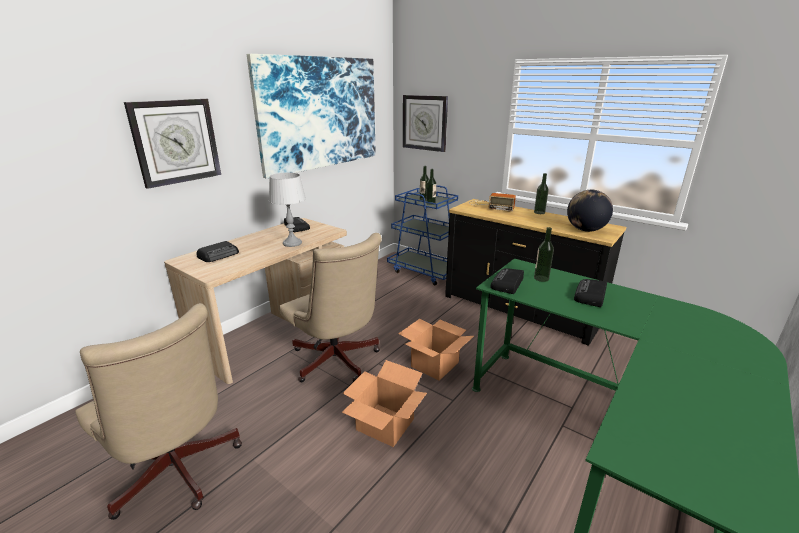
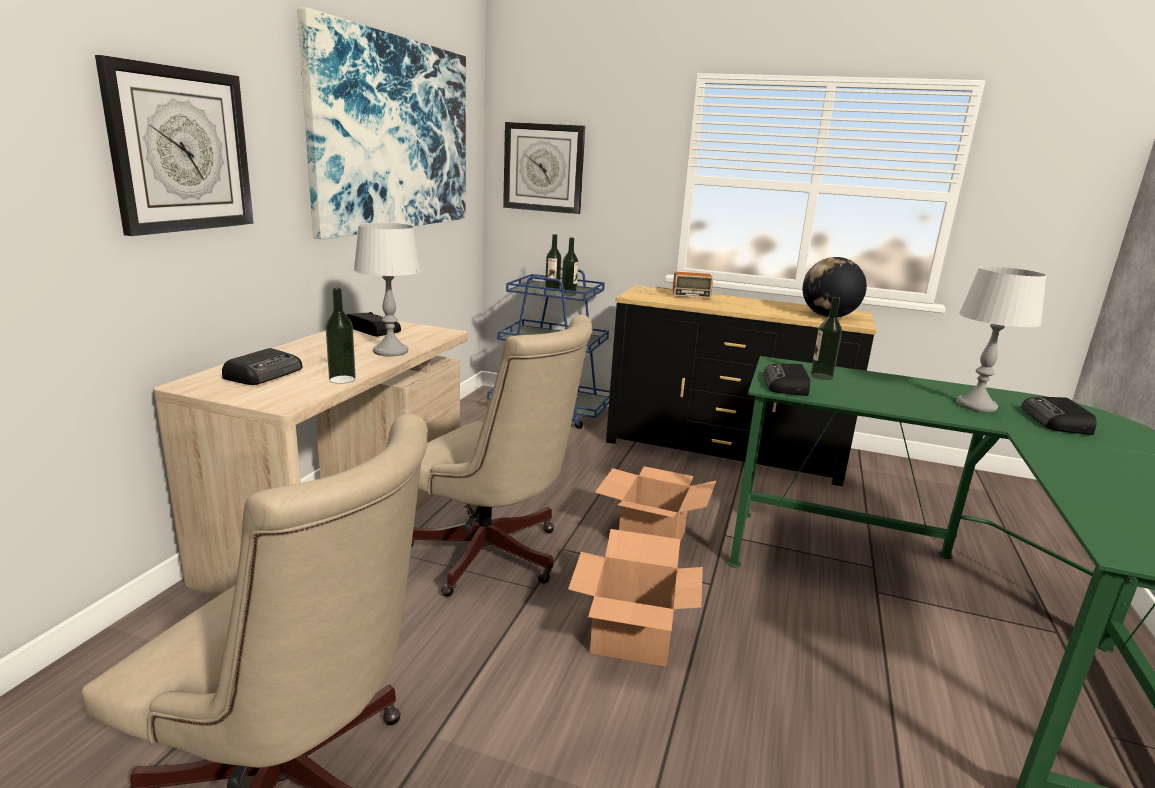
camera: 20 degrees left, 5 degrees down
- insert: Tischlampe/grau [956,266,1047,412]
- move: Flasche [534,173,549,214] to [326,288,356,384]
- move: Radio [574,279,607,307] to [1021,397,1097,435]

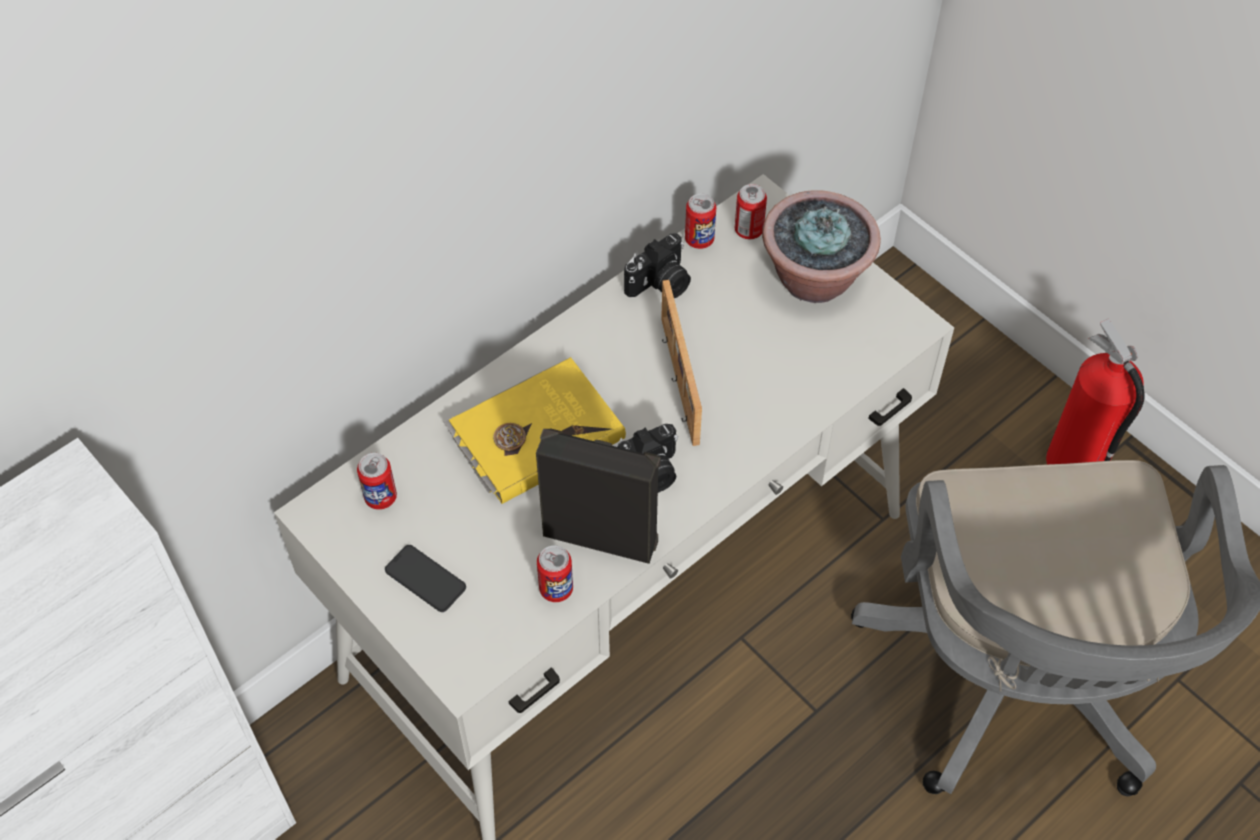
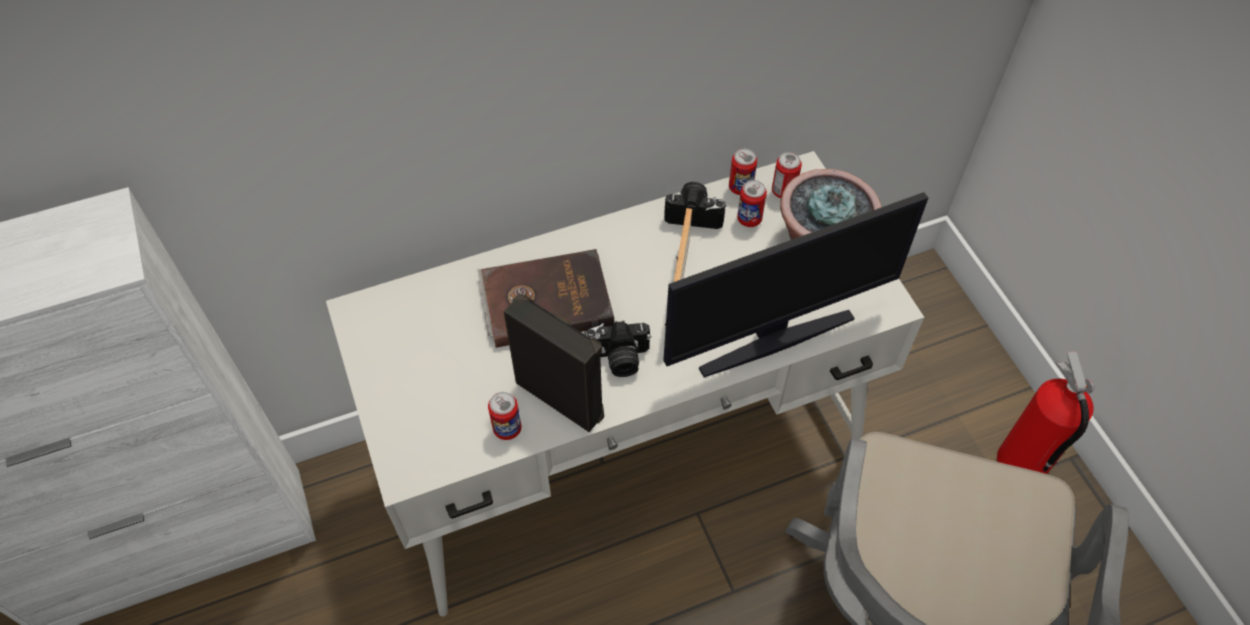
camera: 20 degrees right, 0 degrees up
- delete: Handy [385,545,466,612]
- insert: Monitor [663,192,928,377]
- move: Dose [357,453,397,510] to [737,180,767,227]
- recolor: Buch/gelb [443,357,626,504] to Buch/braun [478,249,614,348]
- rotate: Kamera [624,233,691,298] = [664,182,726,229] 150 degrees counterclockwise

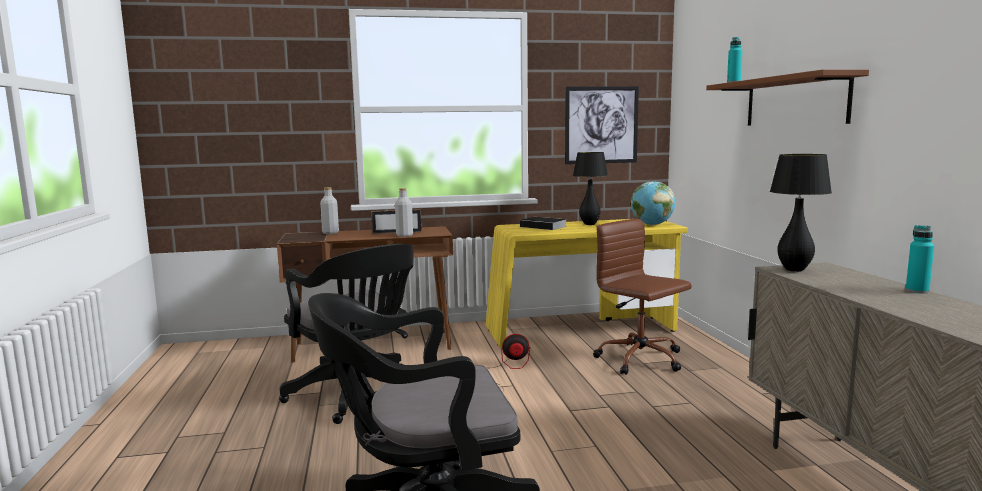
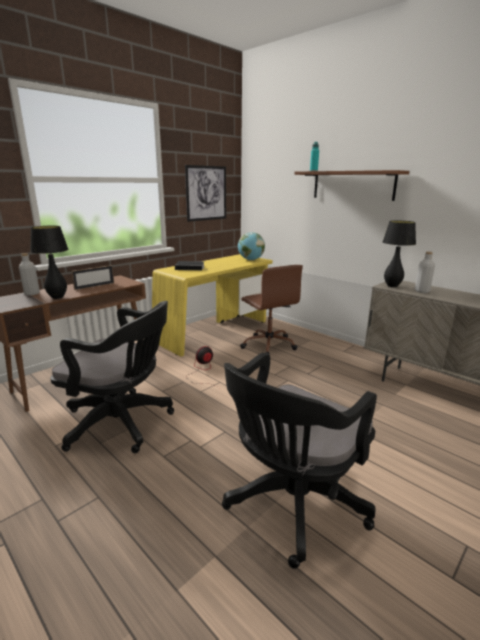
camera: 35 degrees left, 10 degrees up
- delete: Flasche/türkis [906,225,934,294]
- move: Flasche/grau [395,188,413,237] to [415,251,435,293]
- move: Tischlampe/schwarz [573,152,608,225] to [30,226,69,299]
- rotate: Bürostuhl/braun [593,218,692,375] = [240,265,303,355] 135 degrees counterclockwise

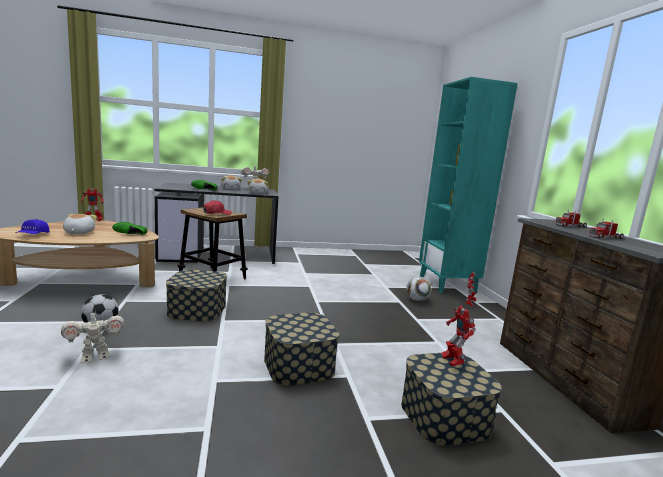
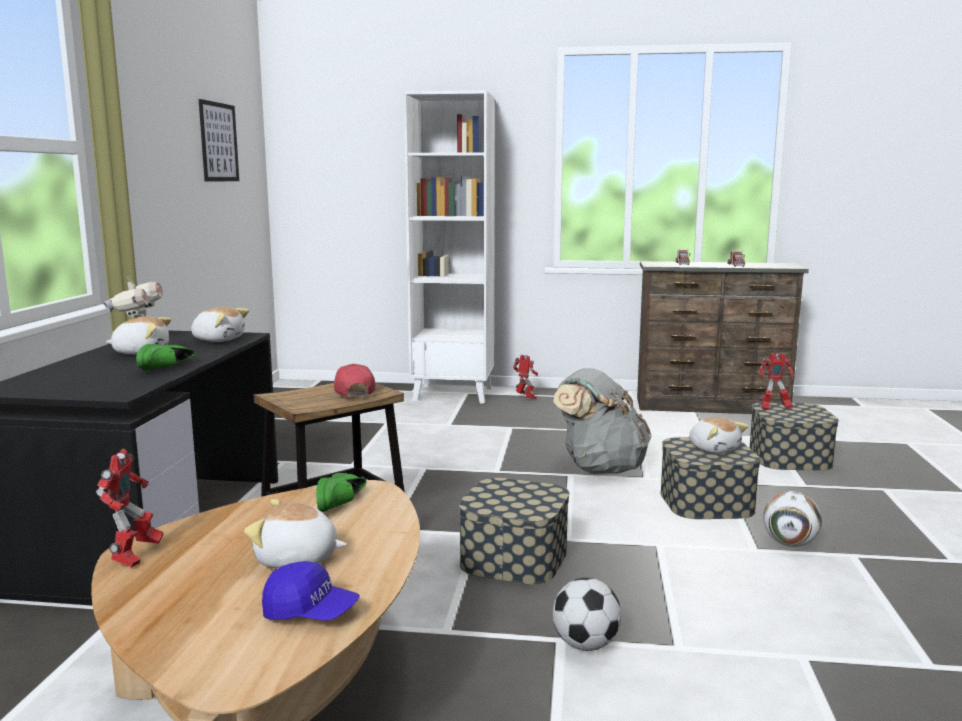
camera: 70 degrees left, 0 degrees up
- delete: Spielzeugroboter [61,308,124,363]
- insert: Bild [199,99,239,182]
- insert: Rucksack/grau [553,368,651,474]
- insert: Plüschtier [689,417,749,453]
- move: Fußball [406,277,431,301] to [763,491,822,547]
- recolor: Bücherregal/türkis [419,77,518,294] to Bücherregal/weiß [404,90,495,404]

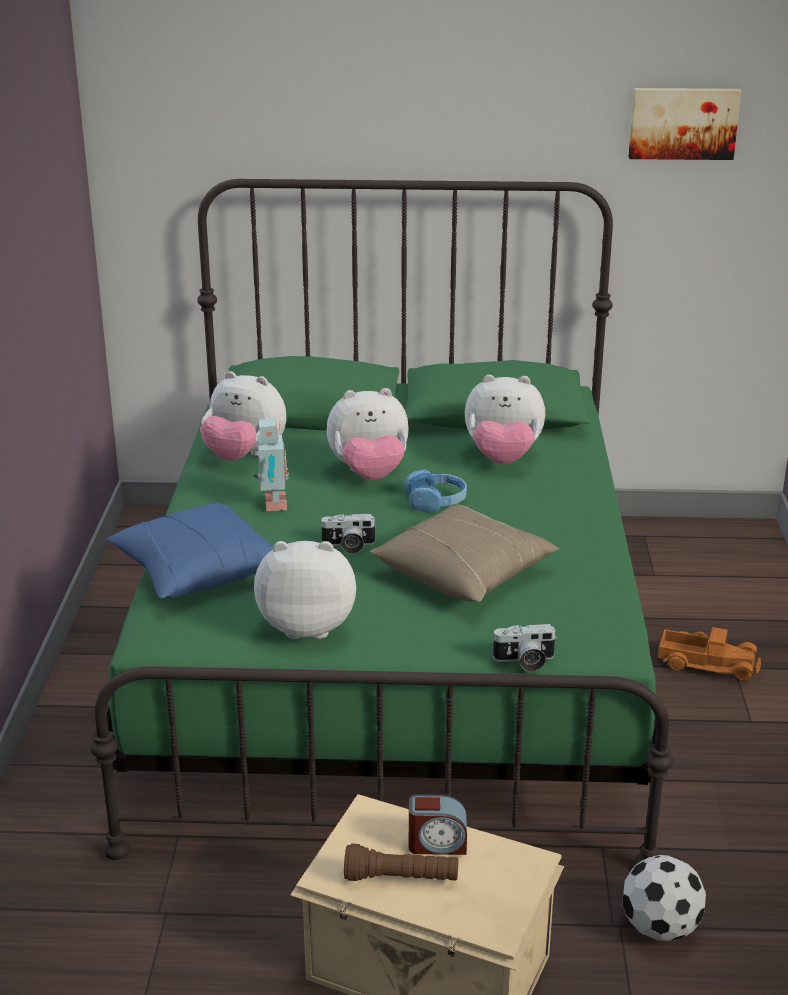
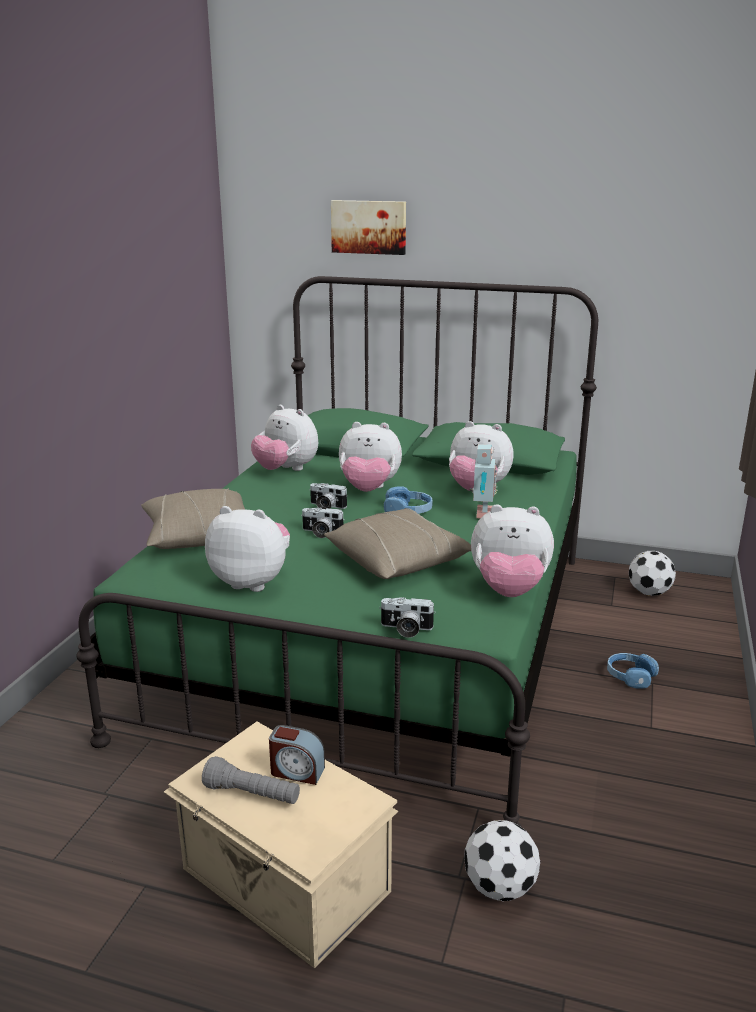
camera: 15 degrees right, 5 degrees down
- insert: Kamera [309,483,348,509]
- insert: Plüschtier [471,504,554,597]
- insert: Fußball [629,551,676,596]
- move: Spielzeugroboter [254,418,289,511] to [470,444,497,518]
- move: Bild [629,88,741,160] to [331,200,406,255]
- replace: Spielzeuglaster [658,627,761,681] to Kopfhörer/blau [607,653,659,689]
- recolor: Kissen/blau [107,502,273,598] to Kissen/beige [141,488,245,549]
- recolor: Taschenlampe/braun [344,844,458,881] to Taschenlampe/grau [202,756,300,804]

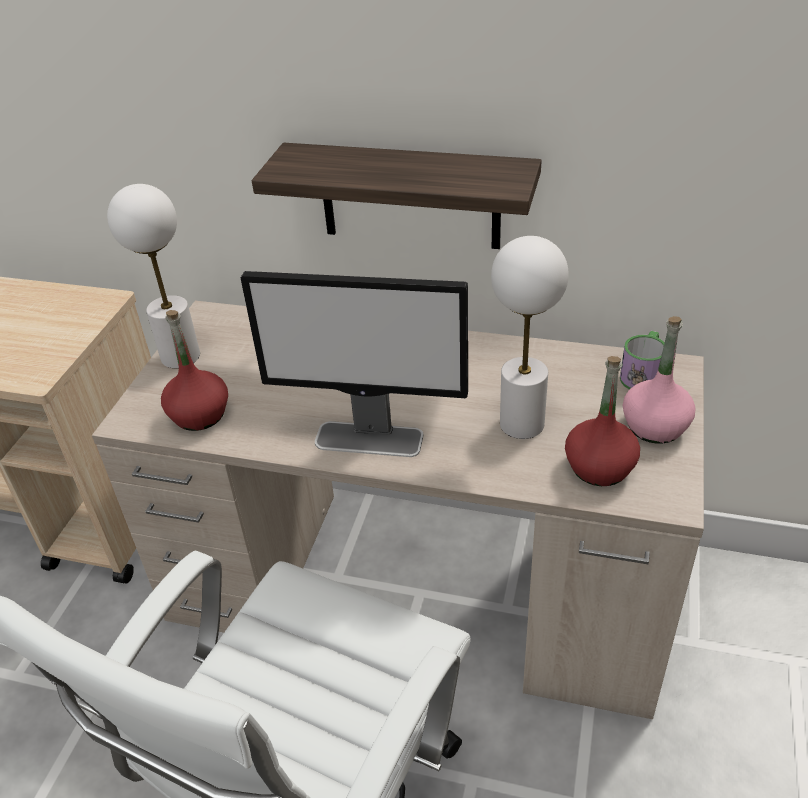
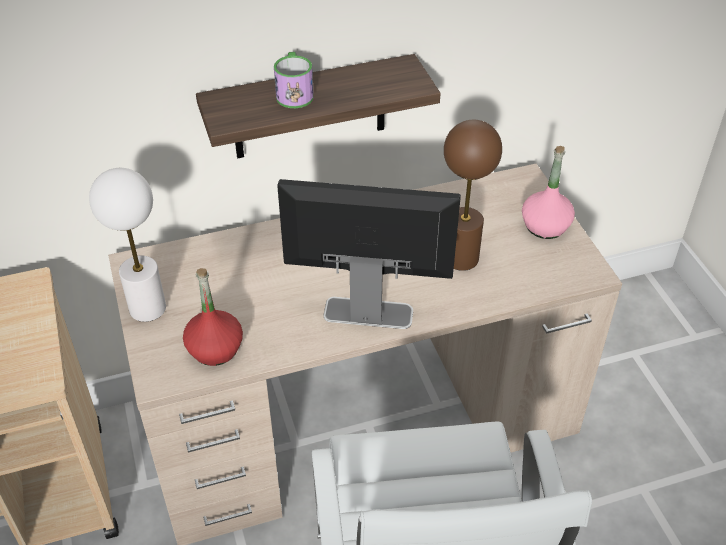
camera: 35 degrees left, 5 degrees up
- delete: Flasche/rot [565,356,640,486]
- move: Henkelbecher [620,331,665,389] to [274,52,314,108]
- recolor: Tischlampe/weiß [491,236,569,439] to Tischlampe/braun [444,120,502,271]
- rotate: Monitor [241,271,468,457] = [277,179,461,329] 150 degrees counterclockwise

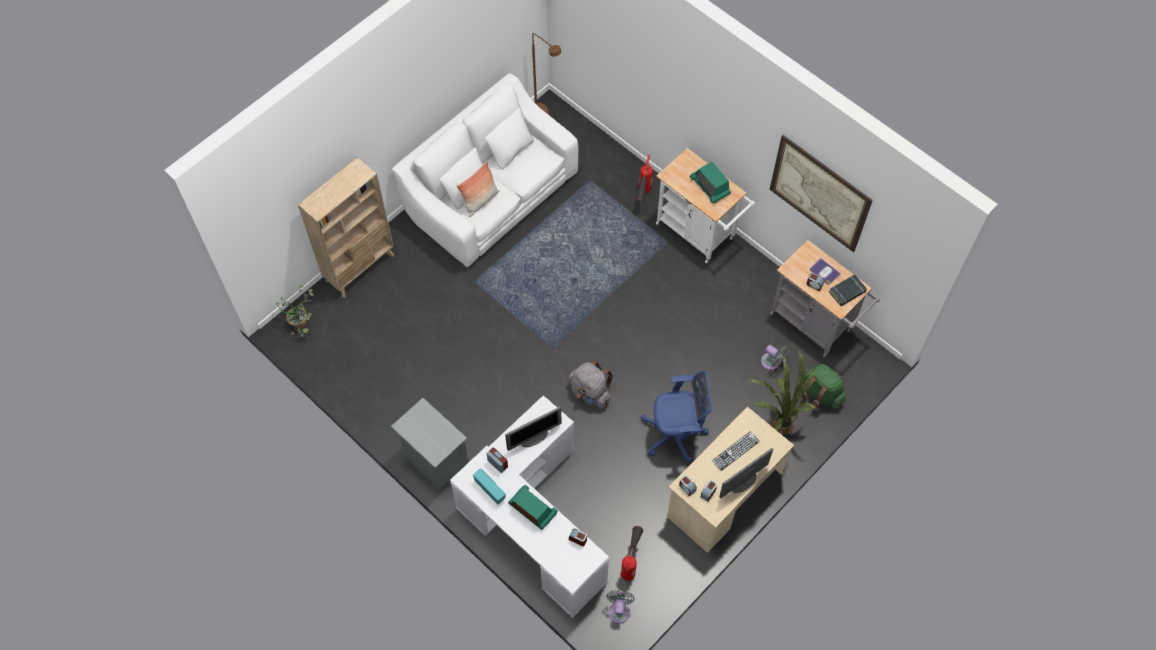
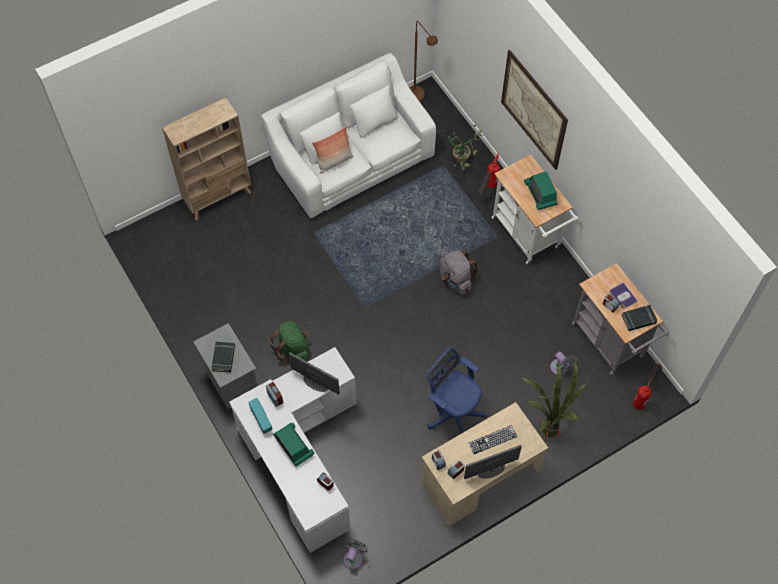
camera: 15 degrees right, 0 degrees up
- insert: Buch/schwarz [211,342,235,372]
- move: Topfpflanze [276,285,314,337] to [448,125,482,170]
- move: Rucksack/grau [569,360,613,408] to [439,250,479,295]
- move: Feuerlöscher [621,526,643,581] to [633,363,662,410]
- move: Bild [769,135,873,252] to [501,50,568,170]
- move: Rucksack/grün [801,364,845,410] to [269,321,309,362]
- rotate: Monitor [505,407,562,451] = [289,353,340,395] 135 degrees counterclockwise
- rotate: Bürostuhl/blau [641,370,712,463] = [426,346,487,434] 150 degrees counterclockwise

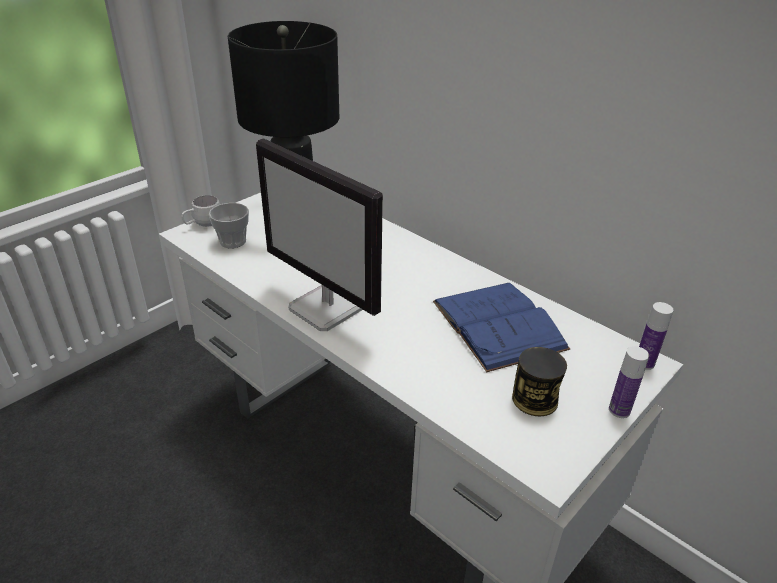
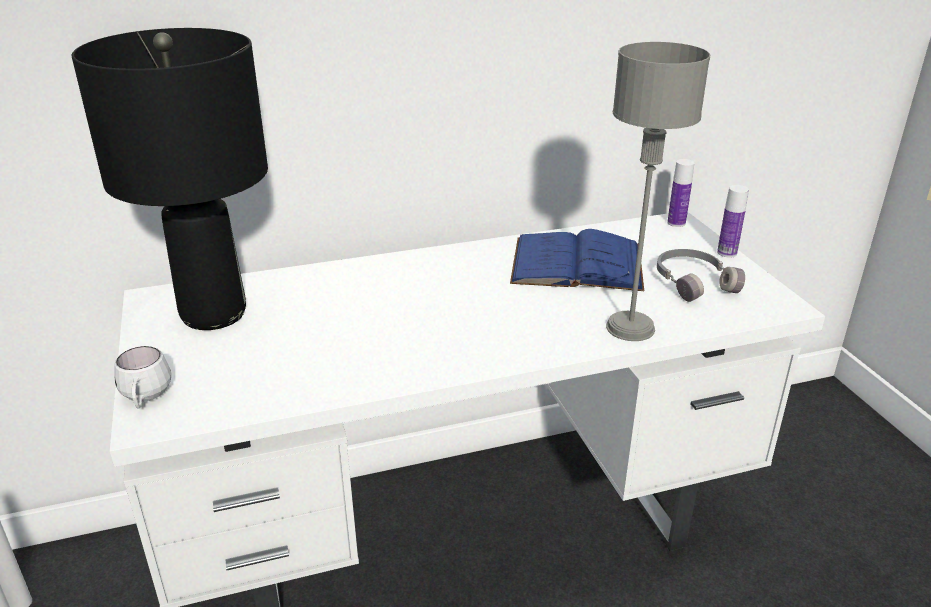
camera: 60 degrees left, 5 degrees down
- delete: Tasse [209,203,249,248]
- delete: Monitor [256,138,383,331]
- insert: Tischlampe/grau [606,42,710,341]
- replace: Dose [512,347,567,416] to Kopfhörer/grau [657,249,745,302]

